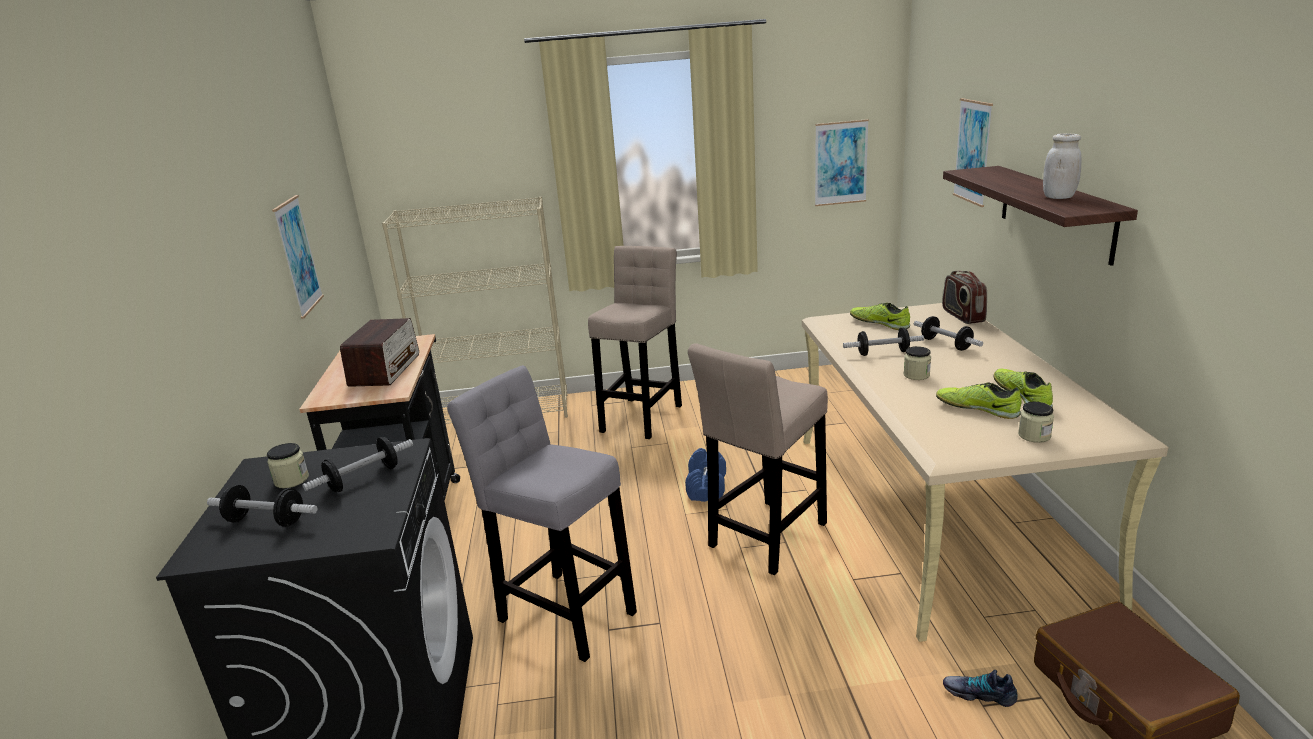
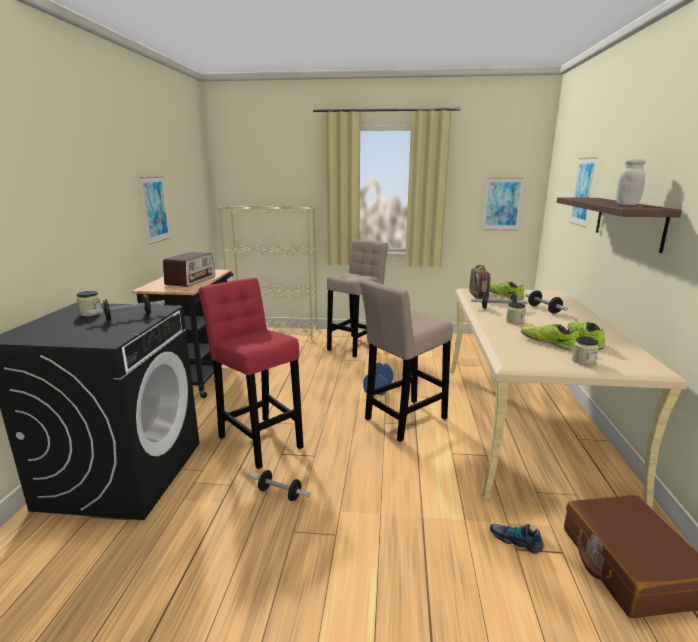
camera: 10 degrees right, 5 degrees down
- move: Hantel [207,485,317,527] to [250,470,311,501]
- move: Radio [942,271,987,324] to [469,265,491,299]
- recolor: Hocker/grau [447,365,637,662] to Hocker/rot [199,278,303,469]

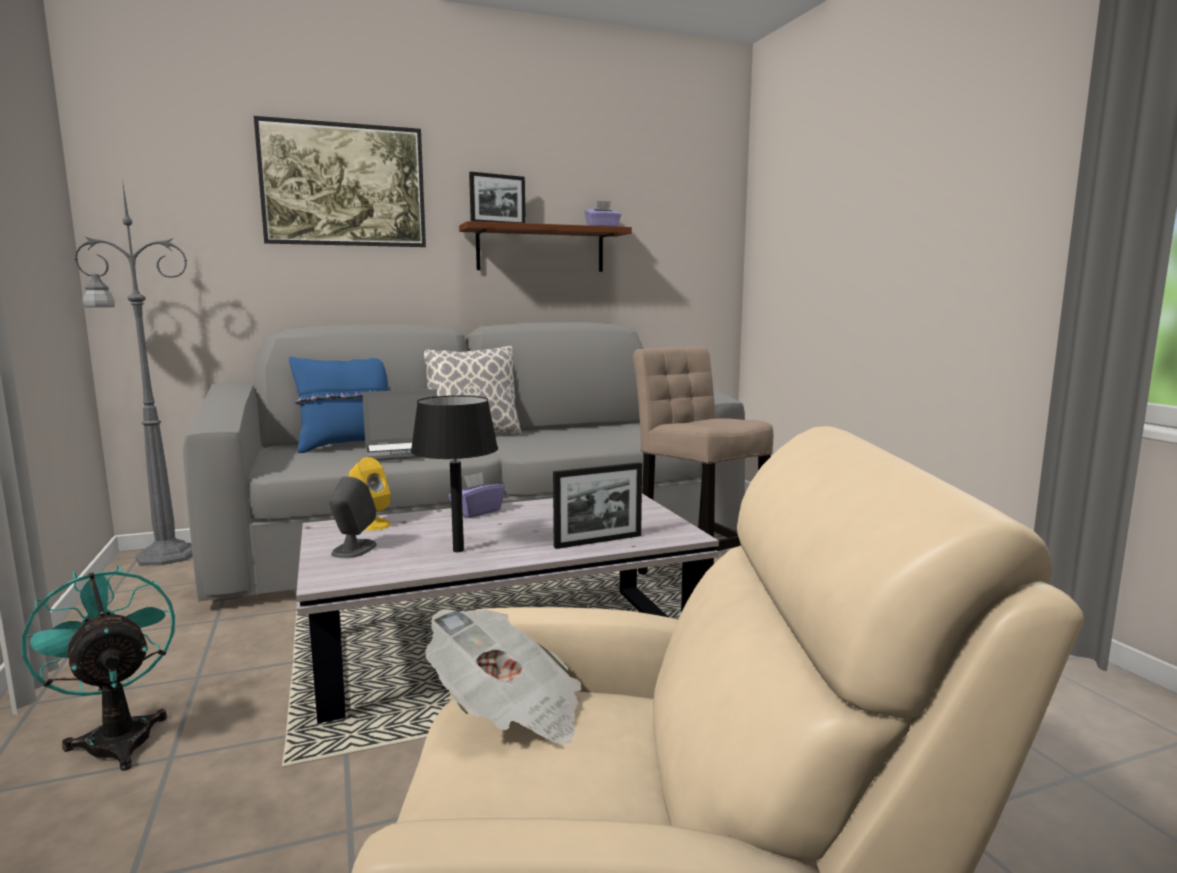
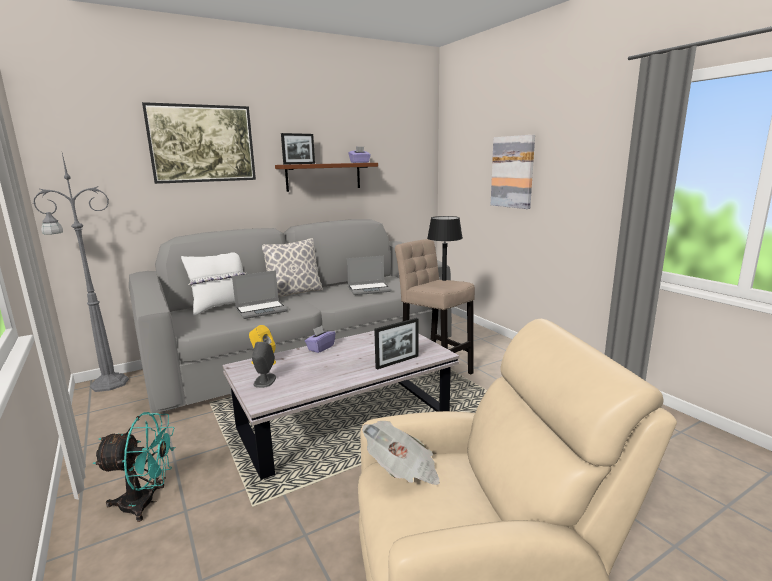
camera: 10 degrees left, 5 degrees up
- insert: Laptop [347,256,392,295]
- insert: Bild [491,135,535,209]
- move: Tischlampe/schwarz [411,395,498,552] to [427,216,463,281]
- recolor: Kissen/blau [289,356,389,453] to Kissen/weiß [181,252,248,315]
- rotate: Ventilator/türkis [22,565,175,771] = [93,412,176,522] 135 degrees clockwise

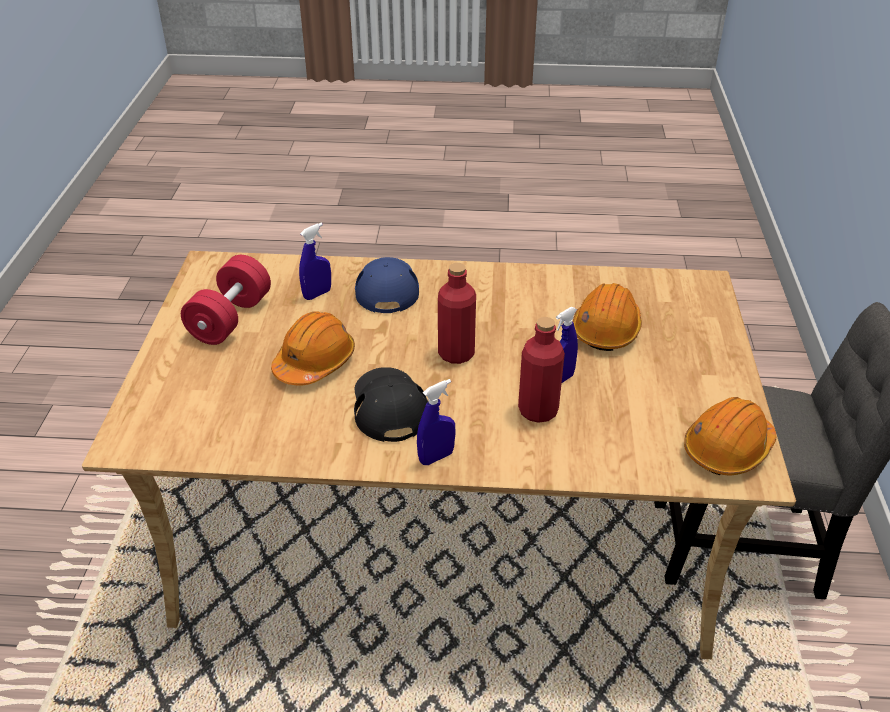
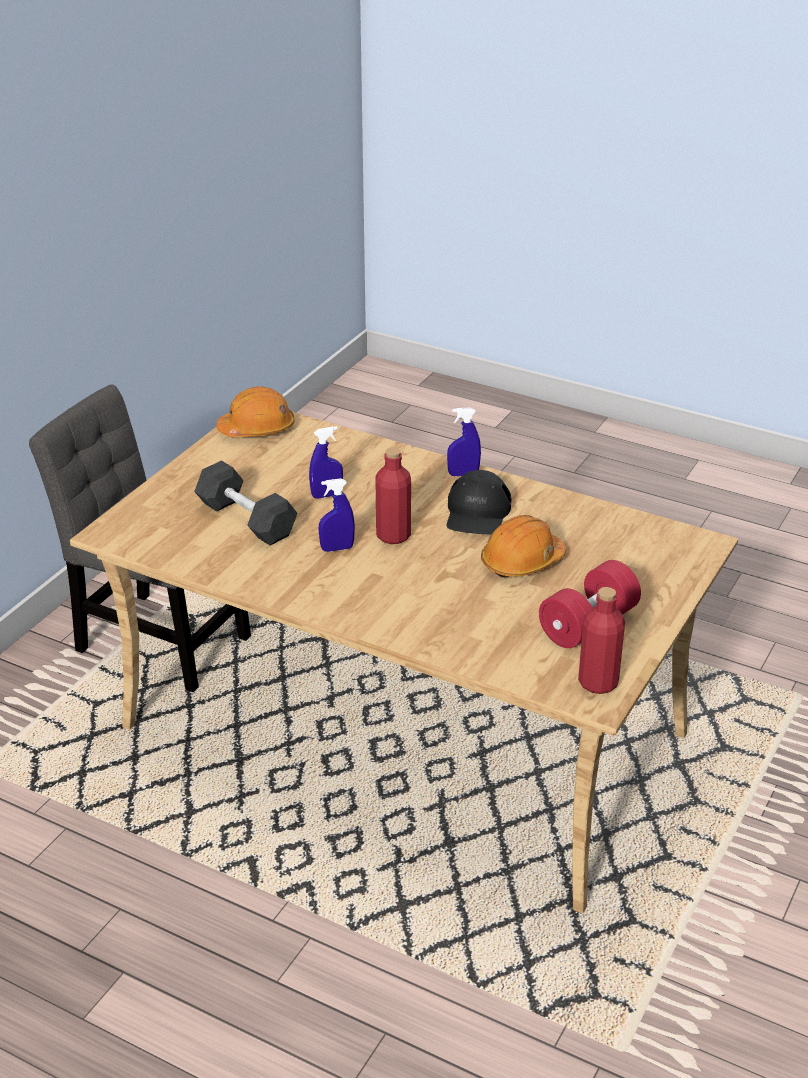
camera: 155 degrees left, 5 degrees down
- delete: Kappe/blau [355,257,419,313]
- move: Sprühflasche/blau [299,223,331,300] to [319,478,355,552]
- move: Flasche/rot [518,317,565,423] to [578,587,625,694]
- replace: Schutzhelm/orange [573,283,642,351] to Hantel/grau [194,460,298,546]

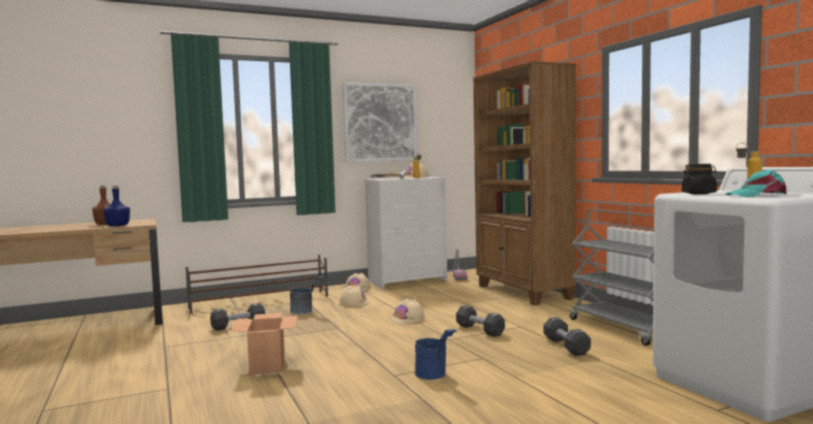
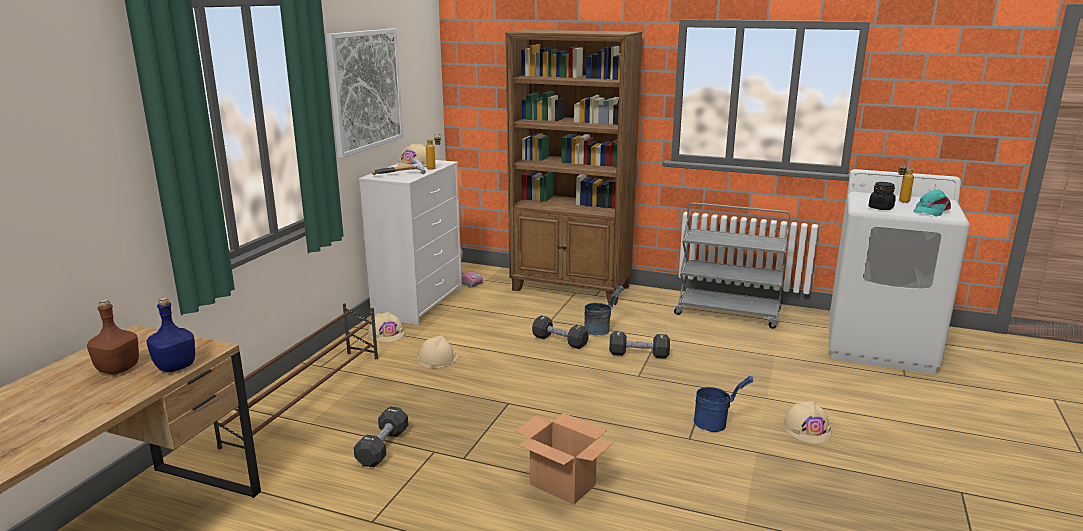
camera: 45 degrees left, 15 degrees up
- move: Eimer/grau [290,276,324,314] to [584,286,624,335]
- move: Schutzhelm/beige [391,298,425,324] to [783,401,832,444]
- move: Hantel/schwarz [544,317,591,356] to [532,315,589,349]

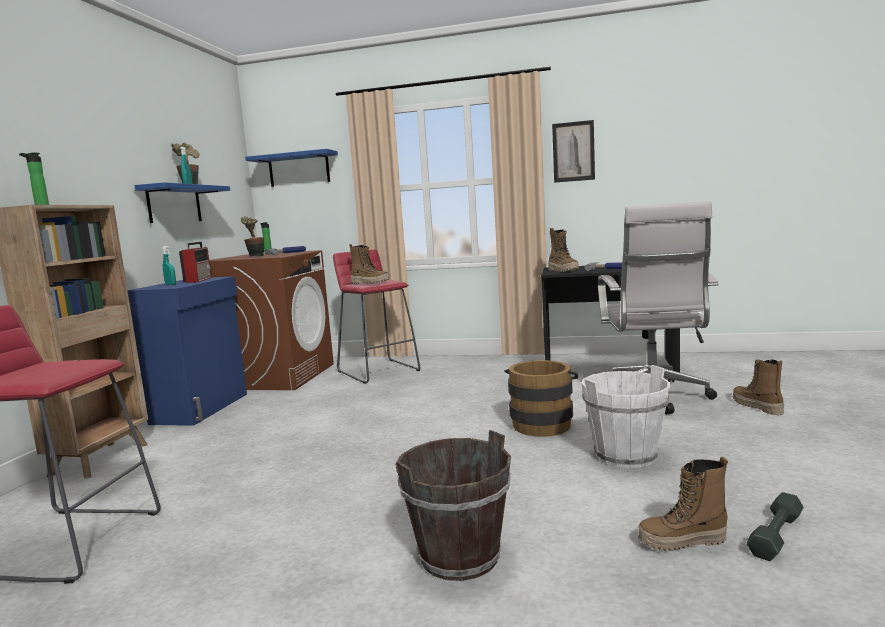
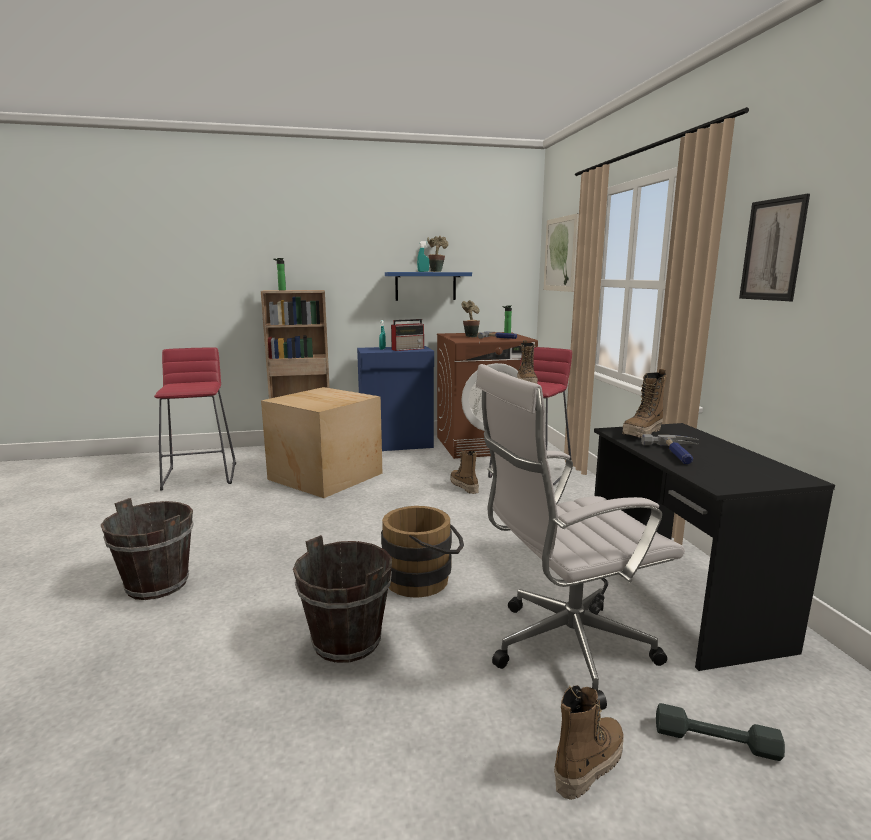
camera: 65 degrees right, 5 degrees up
- insert: Karton [261,387,382,498]
- move: Stiefel [638,456,728,551] to [450,450,479,494]
- move: Hantel/grau [746,492,804,561] to [656,703,785,761]
- replace: Wandregal/blau [245,149,338,187] to Bild [544,213,579,292]
- recolor: Eimer/weiß [581,365,670,468] to Eimer/braun [293,535,392,663]

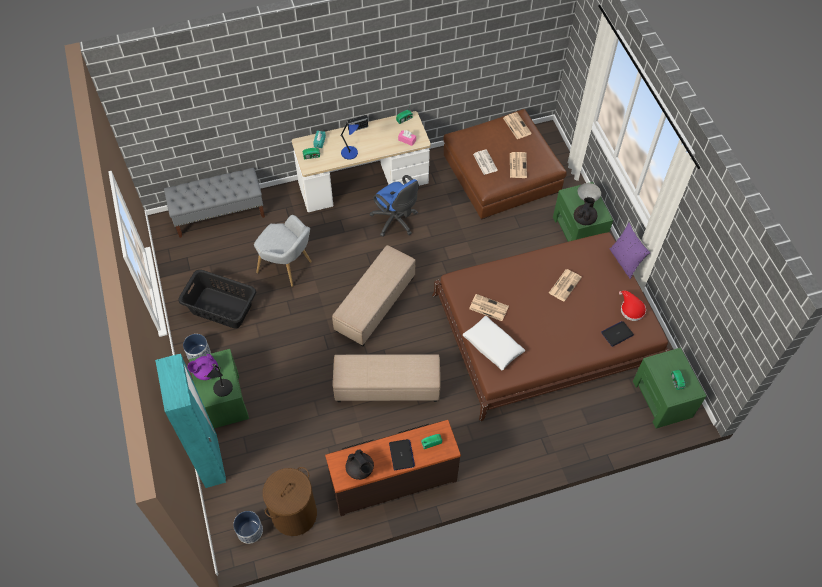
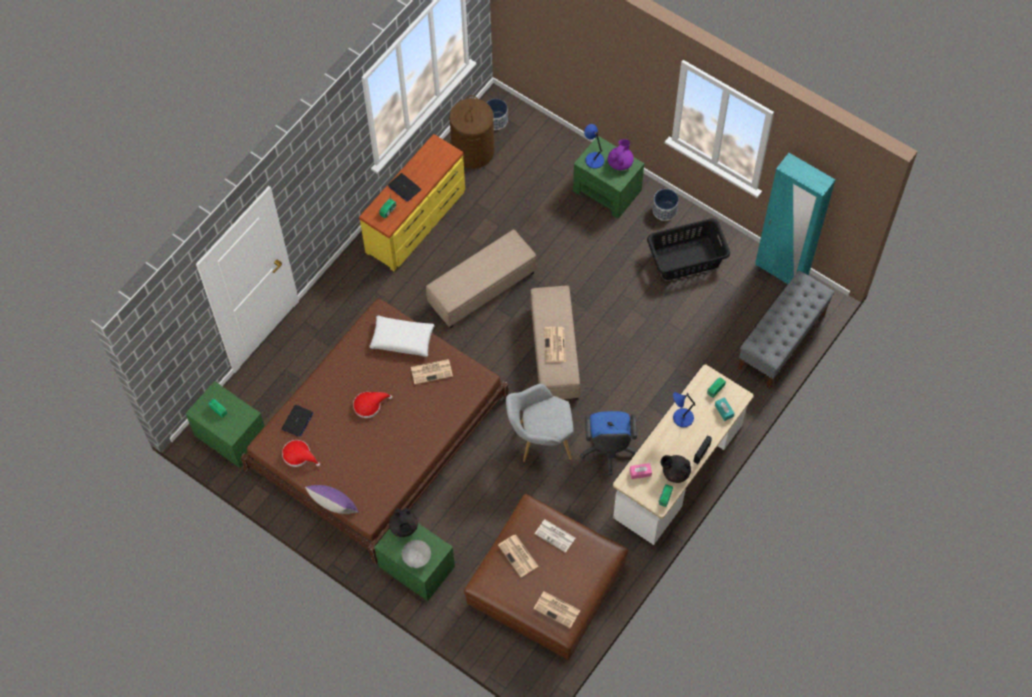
camera: 145 degrees right, 5 degrees up
- insert: Hut/rot [353,392,393,418]
- move: Kleiderschrank/türkis [155,354,226,488] to [755,153,835,284]
- move: Sessel/grau [254,215,312,287] to [506,384,573,462]
- move: Teekanne/schwarz [346,450,374,480] to [661,455,691,483]
- move: Zeitung [549,269,582,302] to [544,327,566,362]
- recolor: Tischlampe/schwarz [207,364,233,397] to Tischlampe/blau [584,124,604,169]
- recolor: Kommode/braun [325,420,461,516] to Kommode/gelb [359,134,465,271]
- rotate: Bürostuhl/blau [370,175,419,237] = [580,411,637,475] 105 degrees counterclockwise

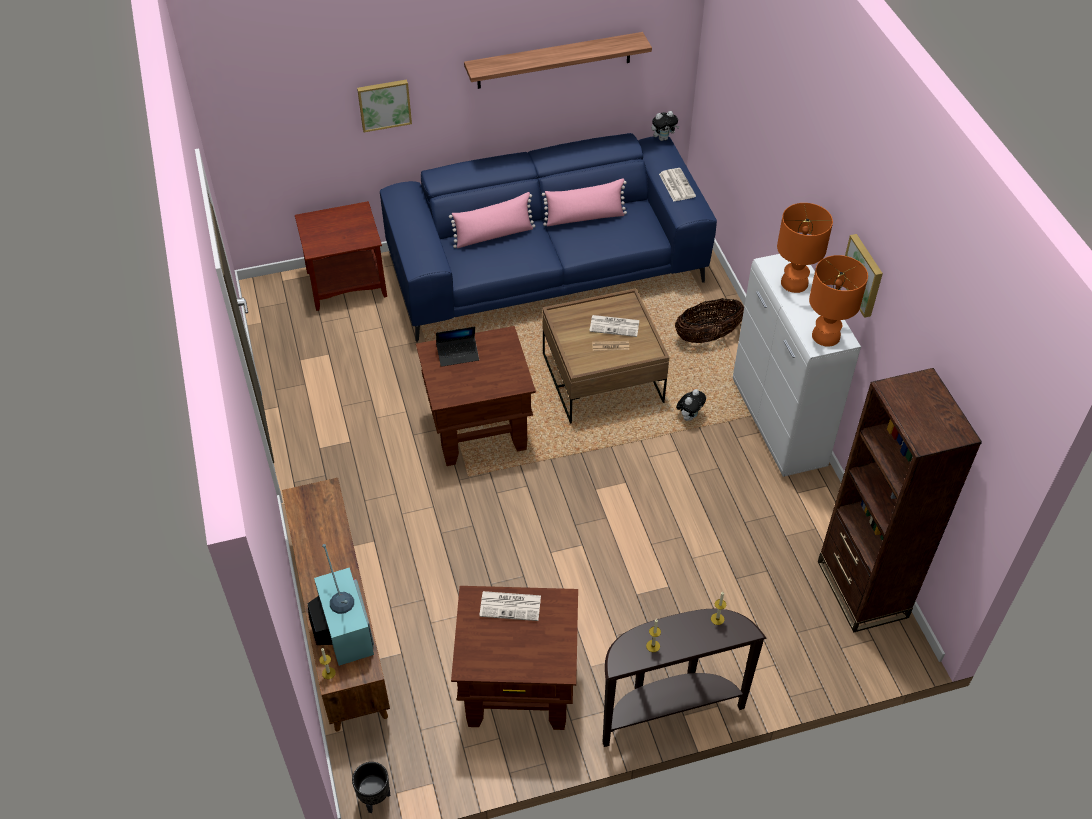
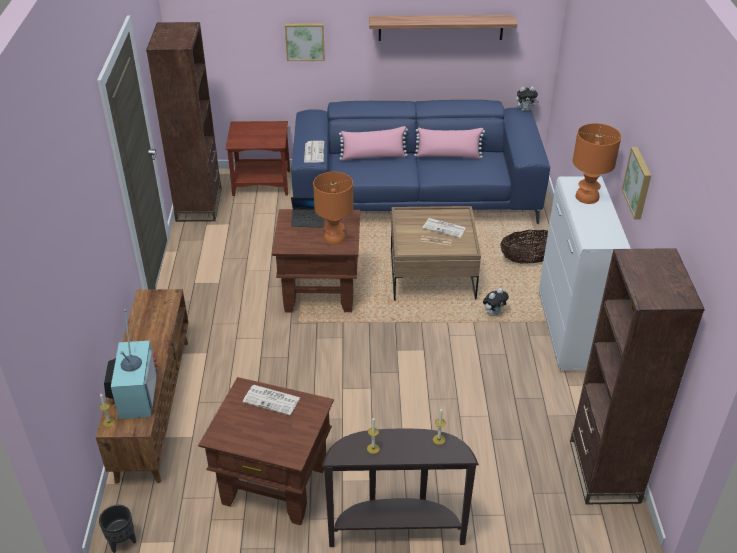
camera: 15 degrees right, 10 degrees down
- insert: Bücherregal/braun [146,22,222,222]
- move: Zeitung [659,168,696,201] to [304,141,324,163]
- move: Tischlampe/orange [809,255,868,347] to [313,172,353,245]

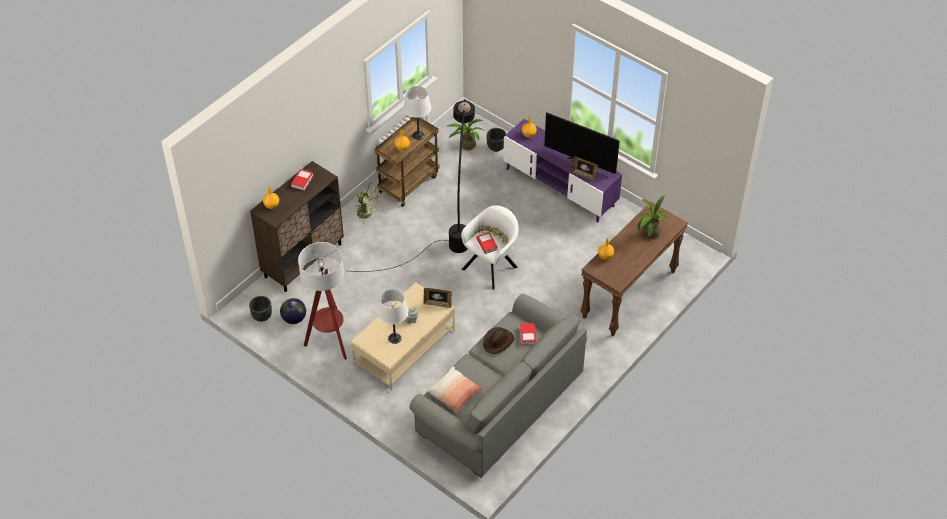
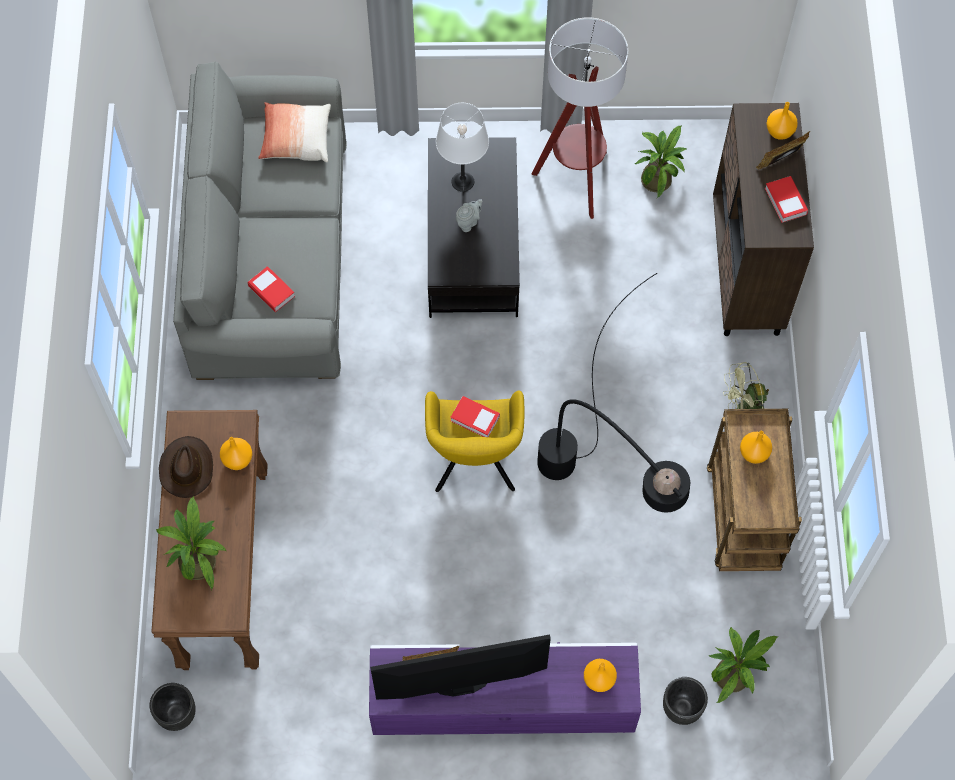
camera: 140 degrees right, 15 degrees up
- delete: Tischlampe/weiß [403,86,431,140]
- move: Pflanzkübel/schwarz [249,296,272,322] to [150,683,196,731]
- move: Bilderrahmen [424,288,452,308] to [756,131,810,169]
- move: Hut/braun [483,327,514,354] to [159,436,213,498]
- replace: Globus [280,298,306,324] to Topfpflanze [635,126,687,198]
- recolor: Couchtisch/beige [351,283,455,391] to Couchtisch/schwarz [428,137,520,318]
- recolor: Sessel/weiß [461,206,519,290] to Sessel/gelb [425,390,524,492]

